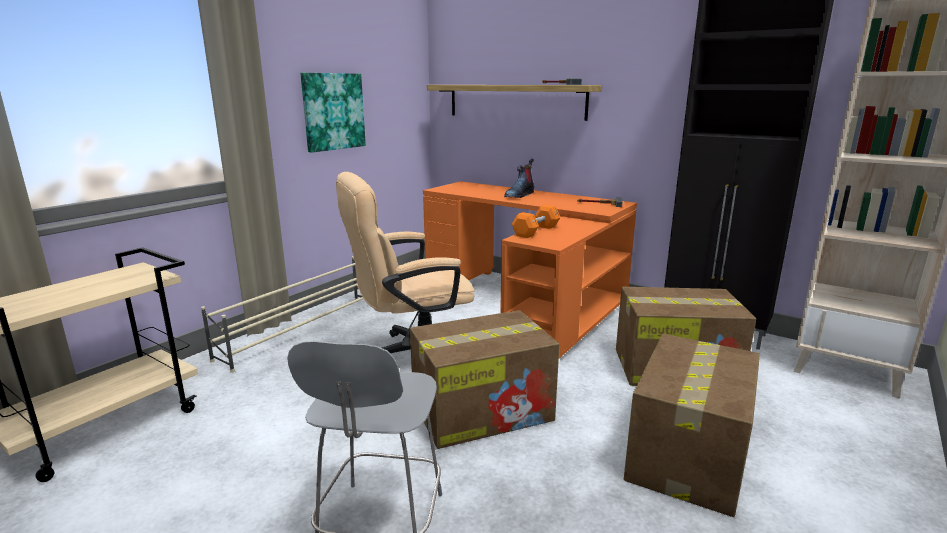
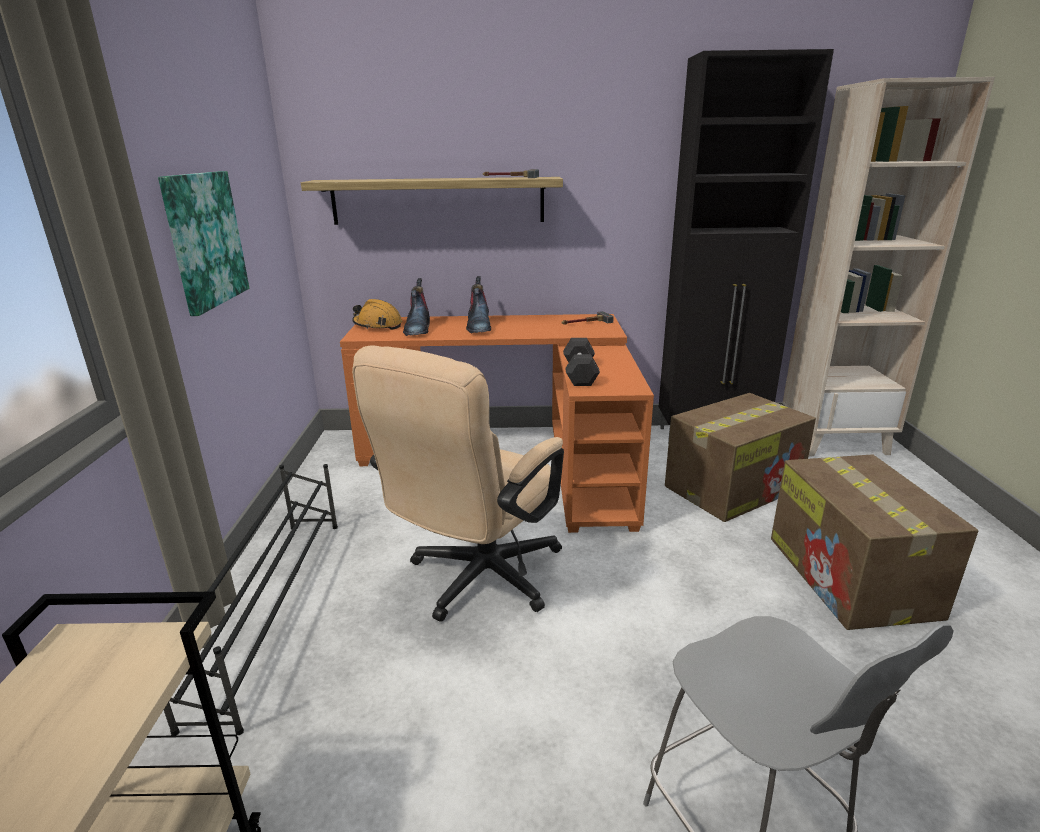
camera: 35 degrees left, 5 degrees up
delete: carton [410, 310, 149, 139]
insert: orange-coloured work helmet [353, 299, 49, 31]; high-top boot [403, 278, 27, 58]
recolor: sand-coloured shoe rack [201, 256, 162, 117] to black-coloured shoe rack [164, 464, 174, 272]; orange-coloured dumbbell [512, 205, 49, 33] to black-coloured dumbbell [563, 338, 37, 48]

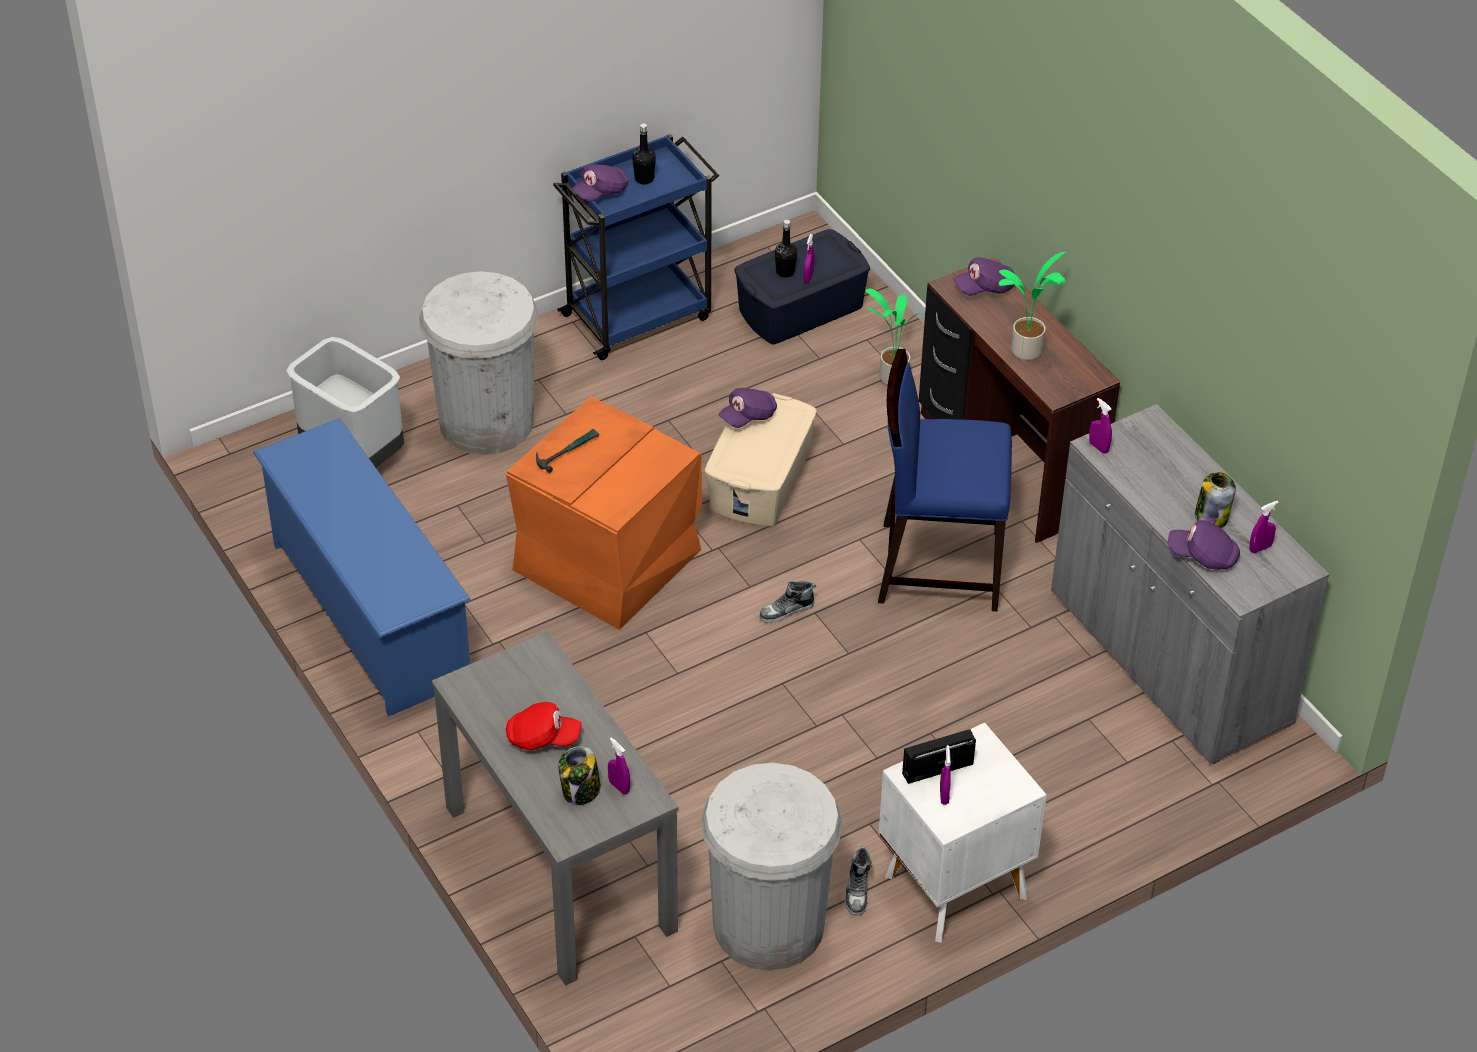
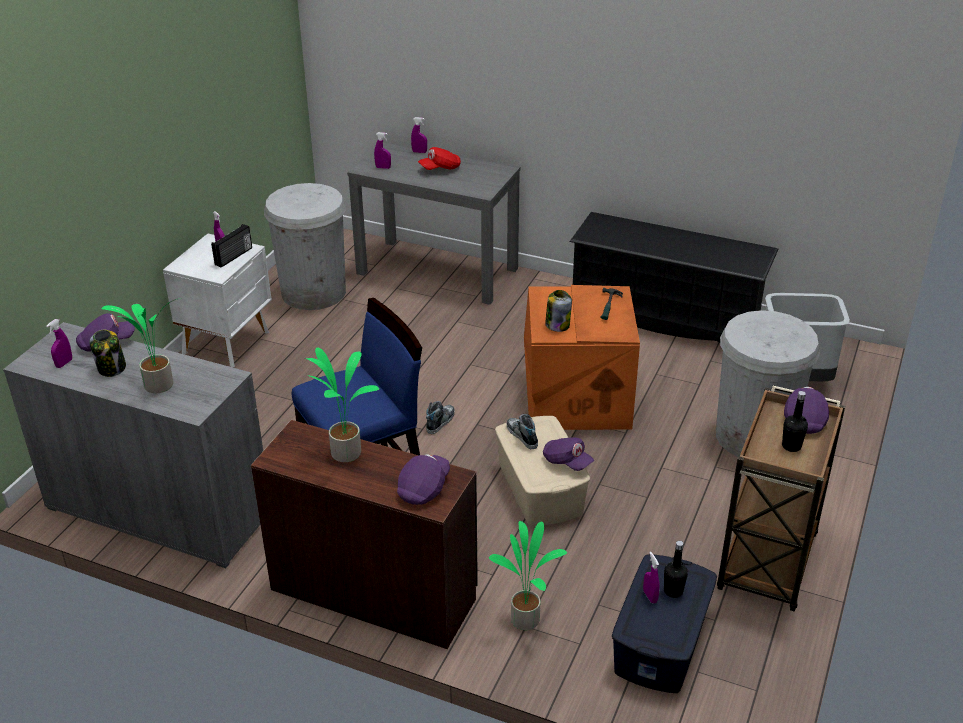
camera: 145 degrees right, 10 degrees down
insert: potted plant [101, 298, 80, 95]
move: purplish sprayer [1089, 398, 23, 56] to [411, 117, 16, 36]; shoe [845, 846, 27, 70] to [507, 414, 31, 35]; storage jar [558, 746, 43, 59] to [545, 290, 27, 42]
recolor: bluish shoe rack [253, 418, 218, 299] to black-coloured shoe rack [570, 212, 208, 131]; bluish trolley [553, 134, 166, 226] to brownish trolley [717, 385, 128, 227]
rotate: purplish baseball cap [718, 388, 59, 40] = [543, 438, 51, 33] 120 degrees clockwise

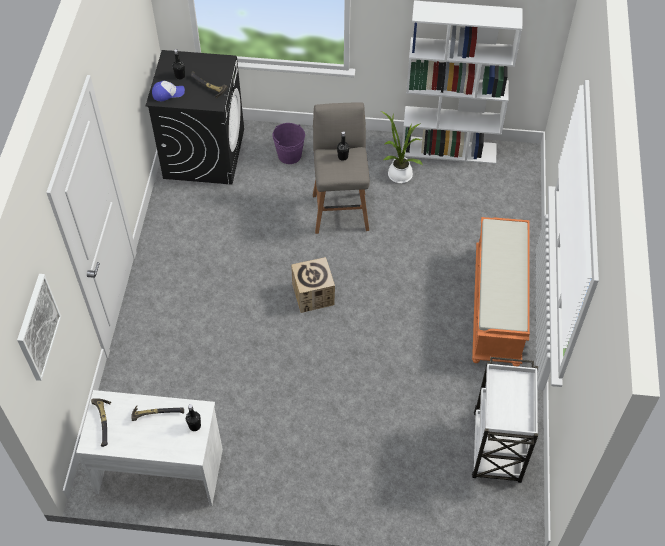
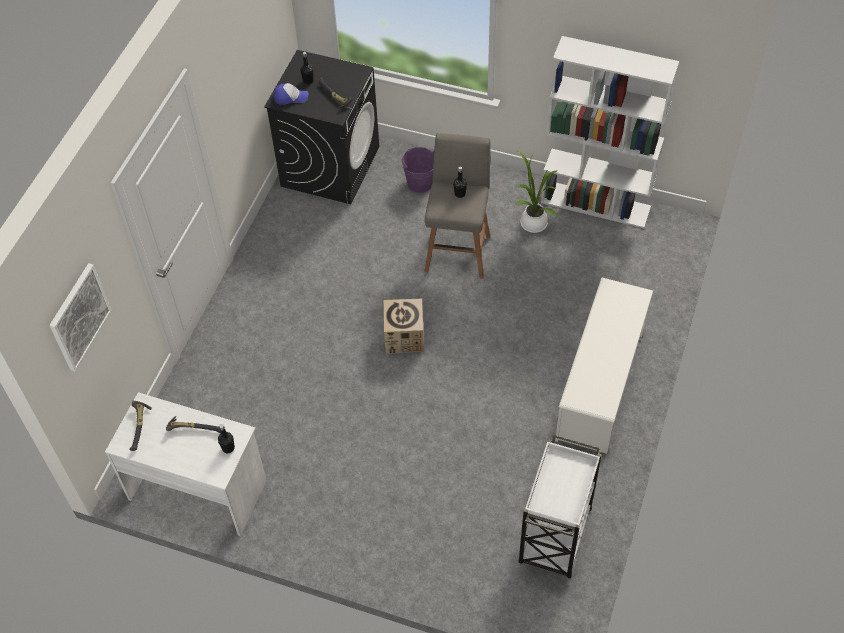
camera: 15 degrees right, 0 degrees up
replace: orange-coloured long seat [472, 217, 58, 149] to white shoe rack [555, 277, 98, 177]

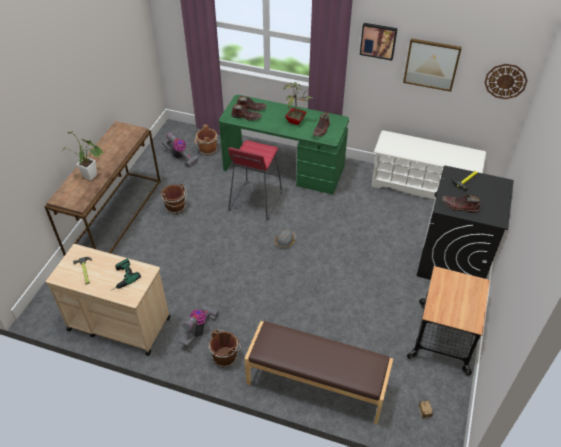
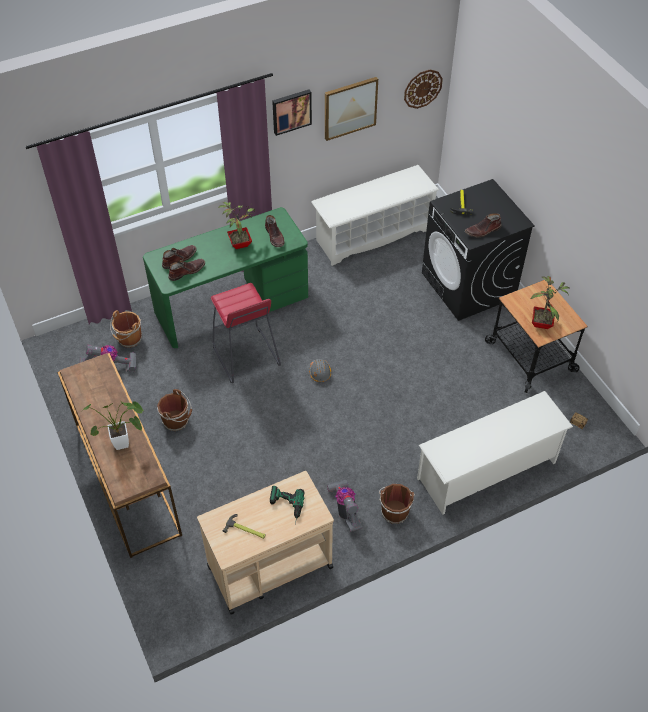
camera: 45 degrees left, 5 degrees up
insert: potted plant [530, 276, 40, 53]
replace: brownish long seat [244, 321, 149, 104] to white shoe rack [417, 391, 156, 124]

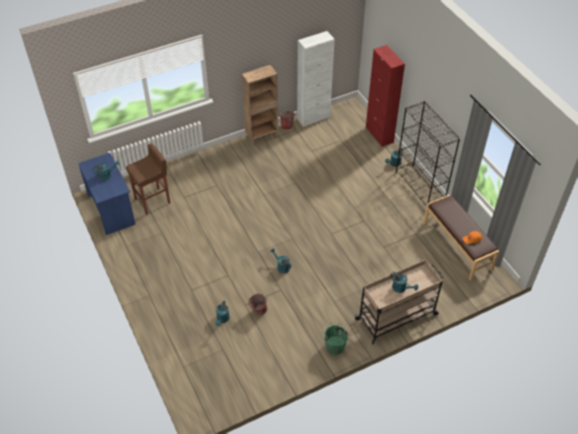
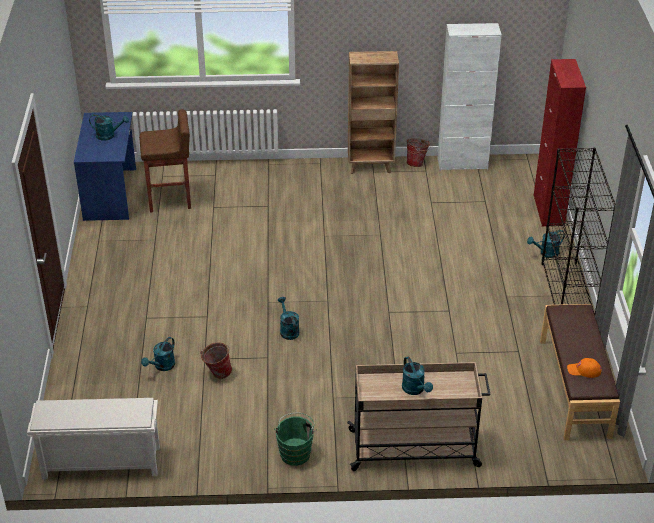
camera: 25 degrees right, 10 degrees down
insert: white shoe rack [27, 398, 133, 81]

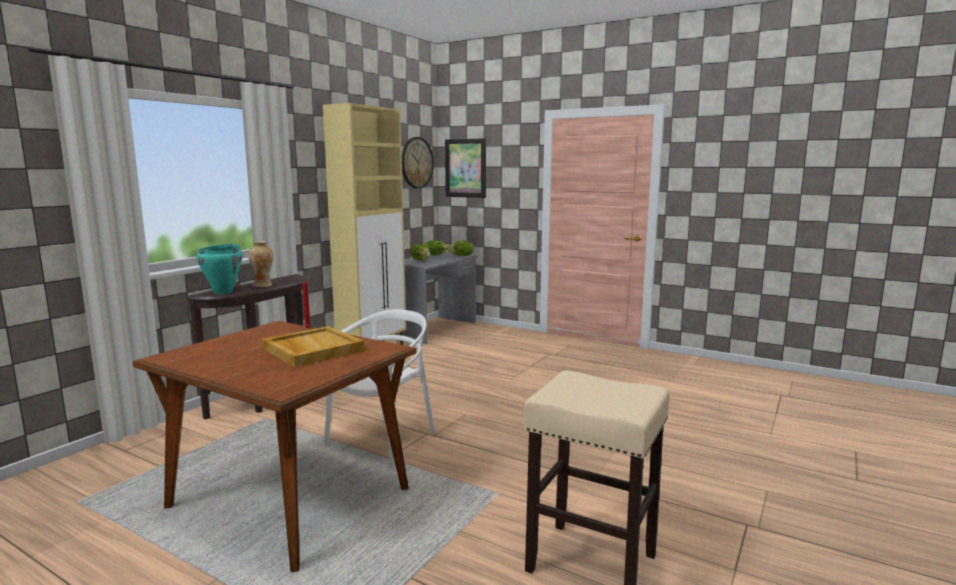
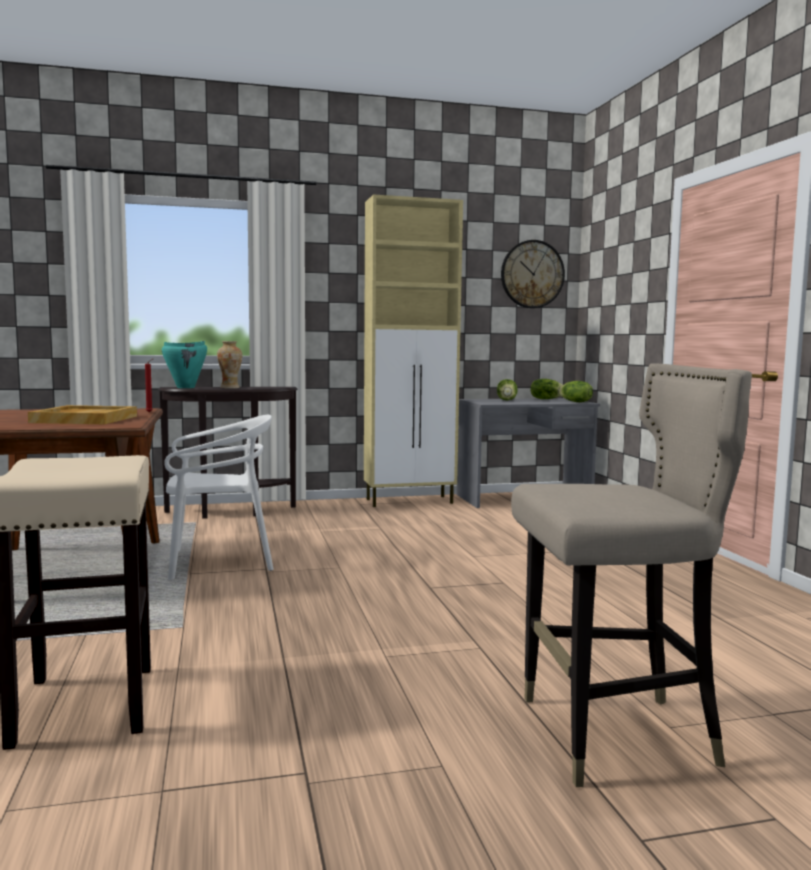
camera: 45 degrees right, 5 degrees down
delete: picture [445, 138, 41, 60]
insert: sand-coloured sitting stool [511, 363, 241, 424]

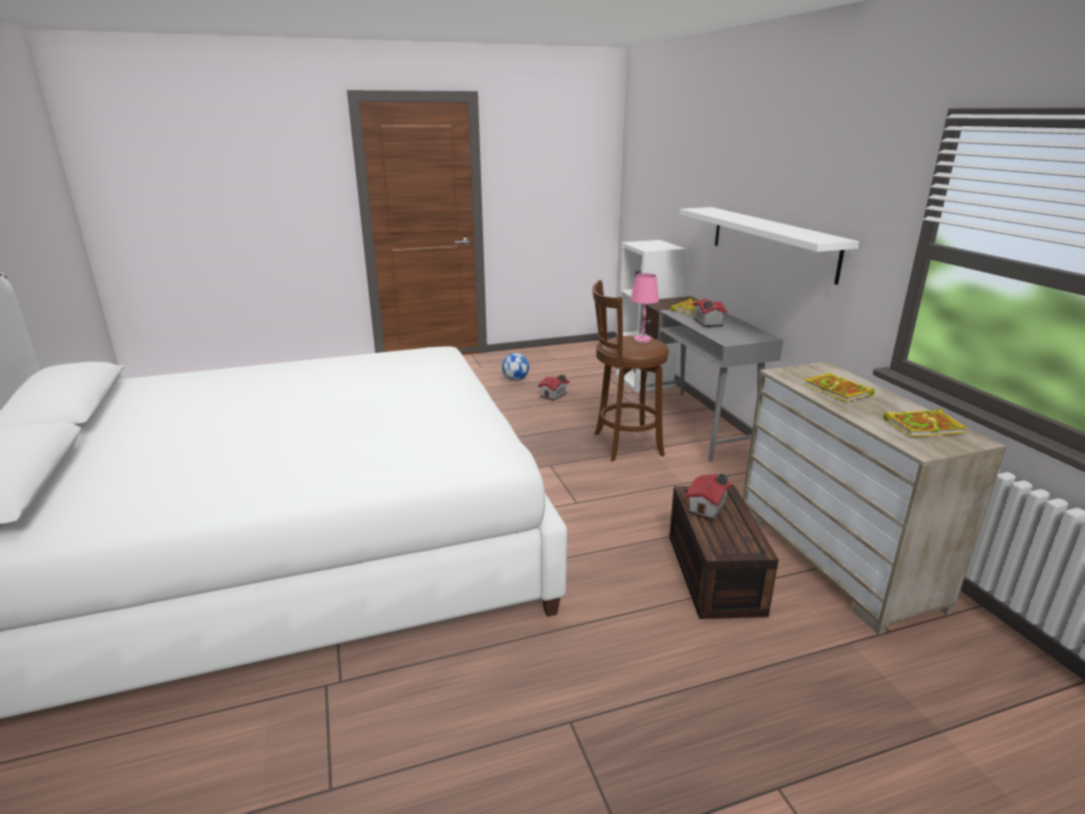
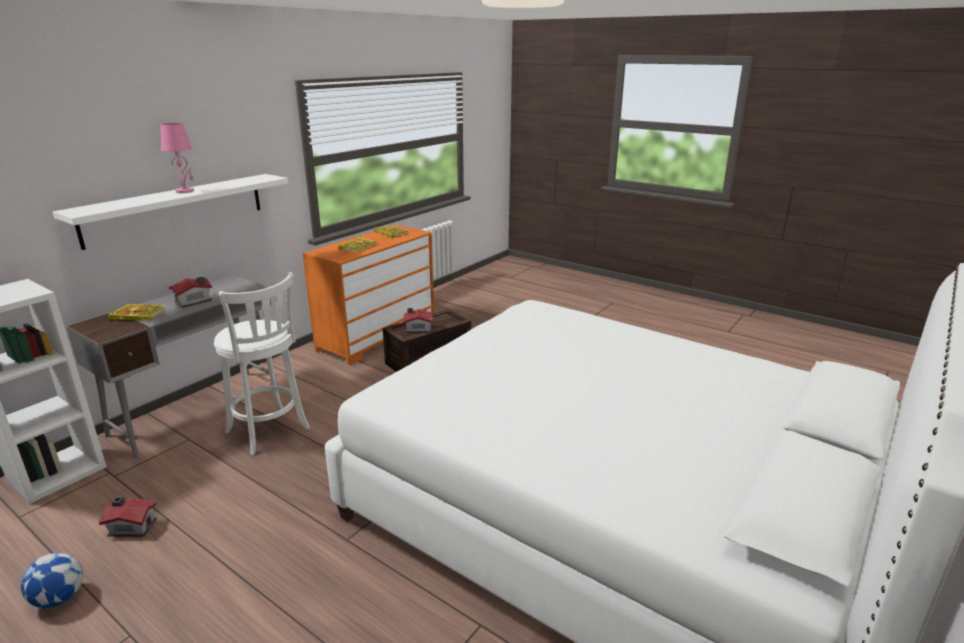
camera: 125 degrees left, 0 degrees up
move: pink-coloured tabletop lamp [631, 273, 28, 70] to [161, 123, 33, 70]
recolor: brownish sitting stool [592, 280, 77, 182] to white sitting stool [214, 272, 96, 183]; sand-coloured dresser [743, 362, 263, 273] to orange-coloured dresser [303, 225, 131, 140]

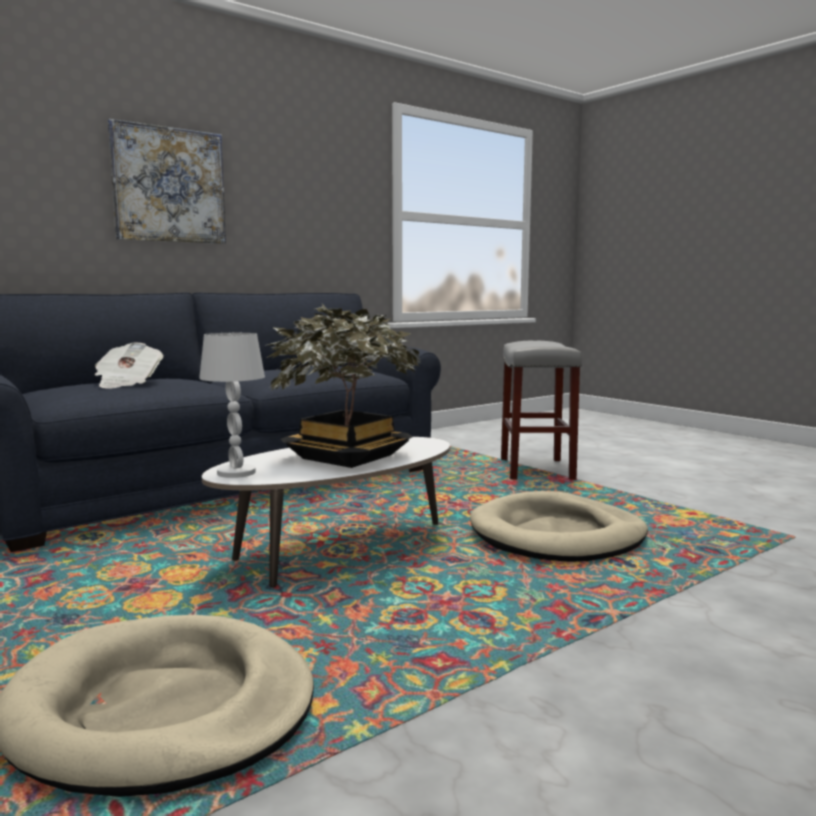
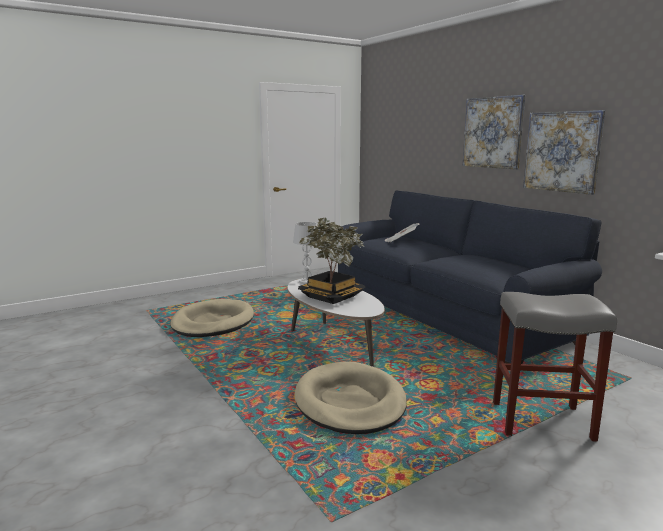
camera: 95 degrees right, 5 degrees up
insert: picture [523, 110, 82, 85]

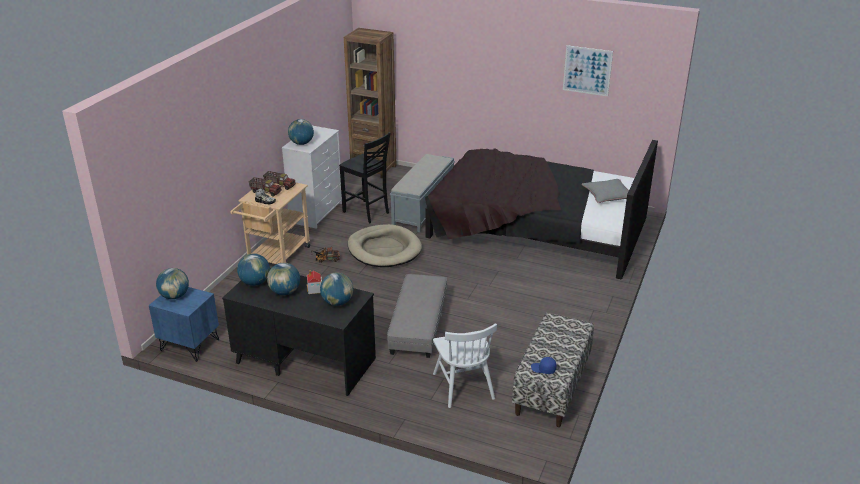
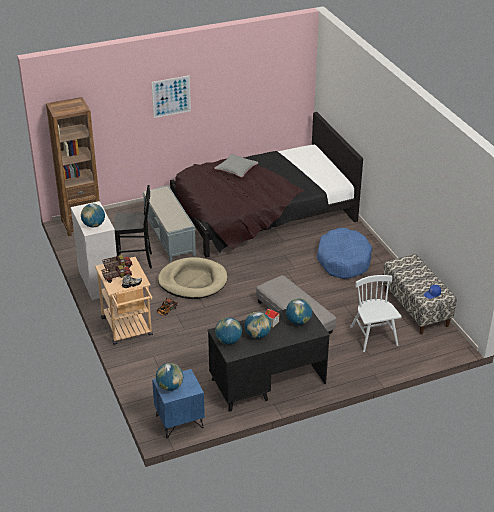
camera: 45 degrees left, 5 degrees up
insert: bluish dog cushion [317, 228, 55, 51]
move: picture [563, 45, 50, 51] to [152, 75, 39, 43]; greyish pillow [582, 179, 47, 24] to [214, 154, 45, 23]
rotate: white upright chair [433, 323, 64, 85] = [350, 275, 52, 77] 135 degrees counterclockwise

